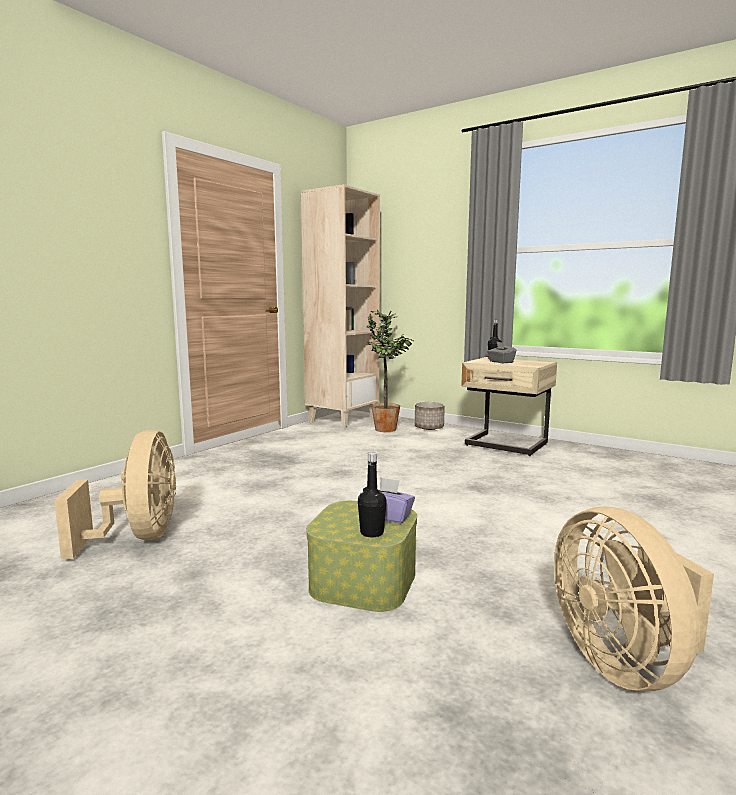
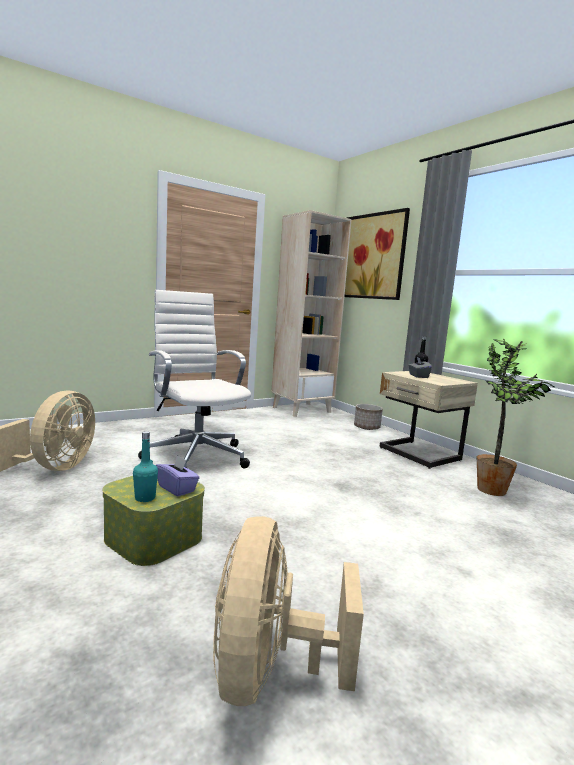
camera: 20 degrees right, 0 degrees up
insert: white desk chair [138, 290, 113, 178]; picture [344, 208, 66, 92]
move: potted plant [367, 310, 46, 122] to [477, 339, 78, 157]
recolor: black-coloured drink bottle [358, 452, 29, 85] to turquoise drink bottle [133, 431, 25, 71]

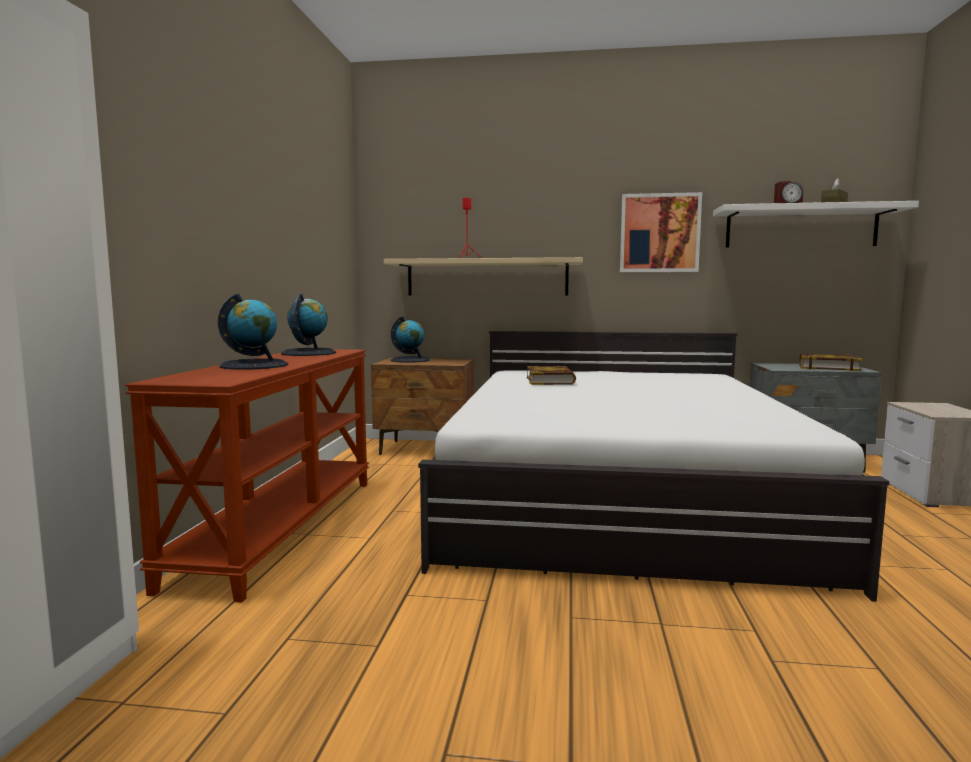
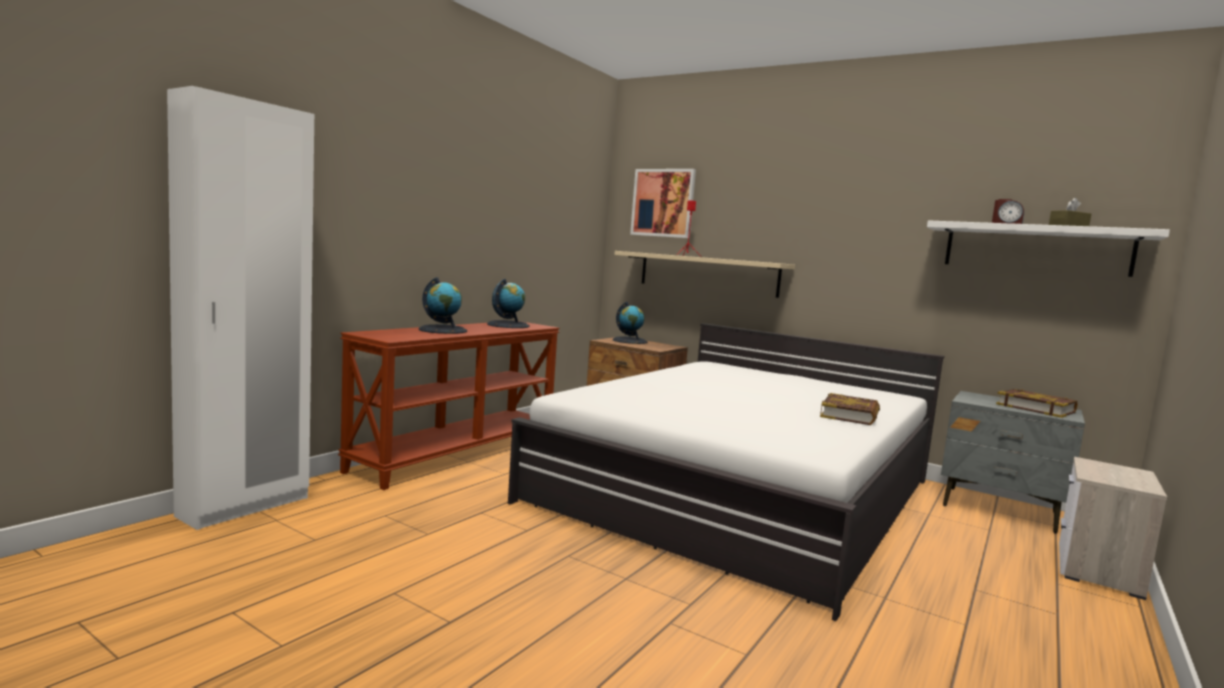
camera: 25 degrees right, 0 degrees up
move: picture [620, 192, 82, 80] to [630, 169, 66, 69]; book [527, 366, 49, 19] to [820, 393, 60, 32]

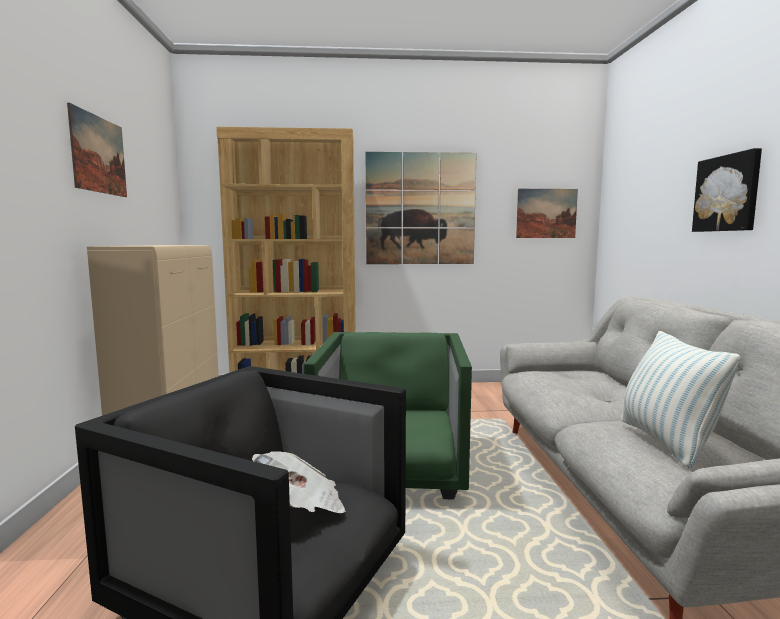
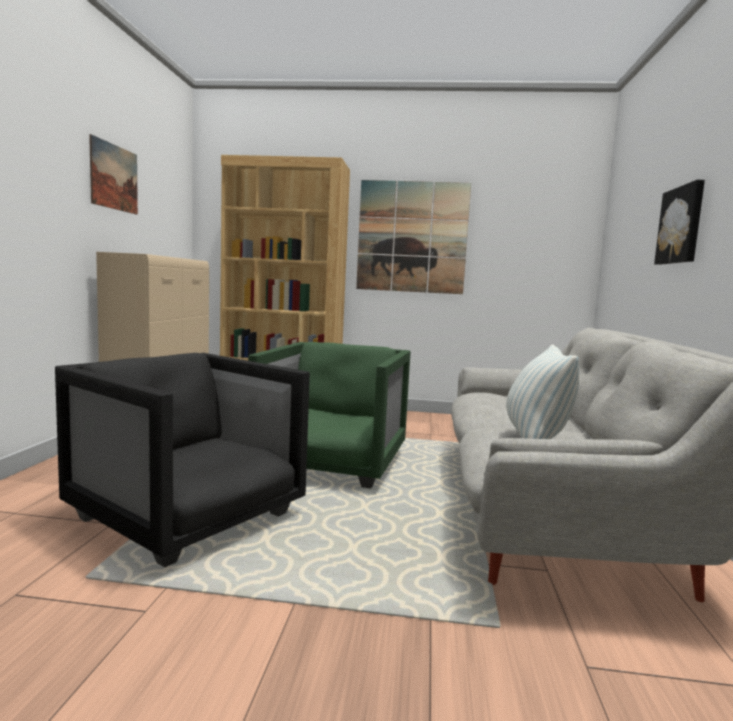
camera: 10 degrees right, 0 degrees up
delete: printed paper [252, 451, 94, 62]; picture [516, 189, 62, 49]

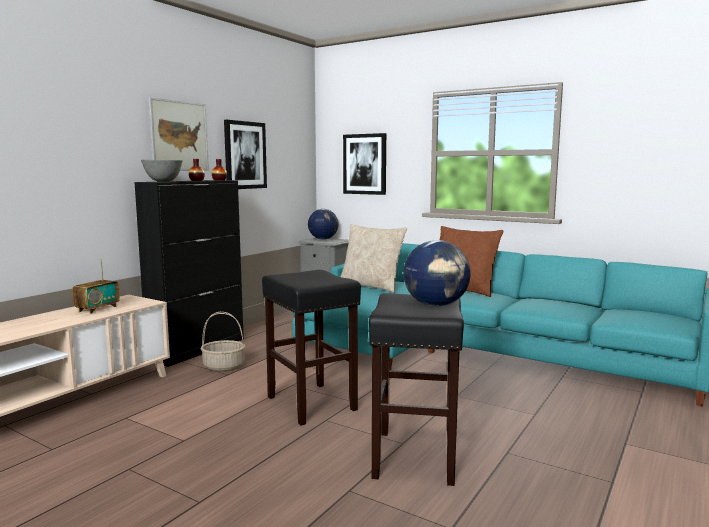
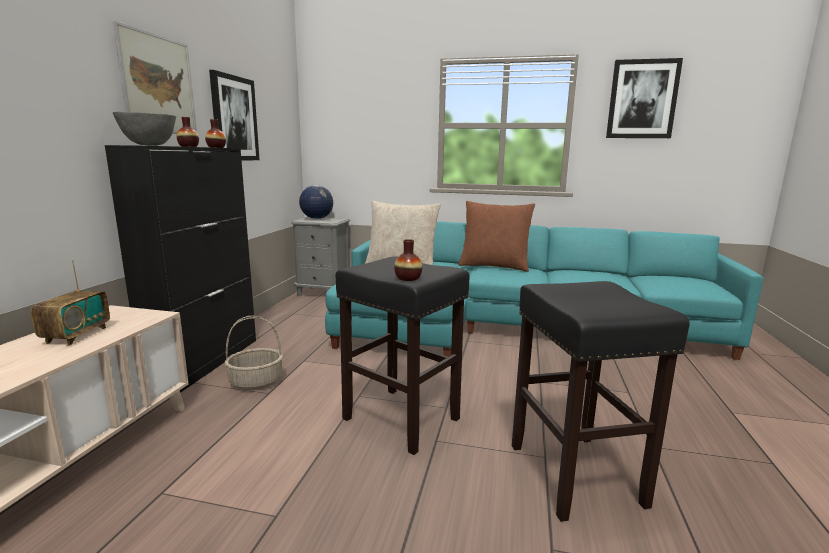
camera: 20 degrees left, 5 degrees up
delete: world globe [403, 240, 68, 67]
insert: vase [394, 239, 28, 42]
move: picture [343, 133, 43, 62] to [606, 58, 77, 80]

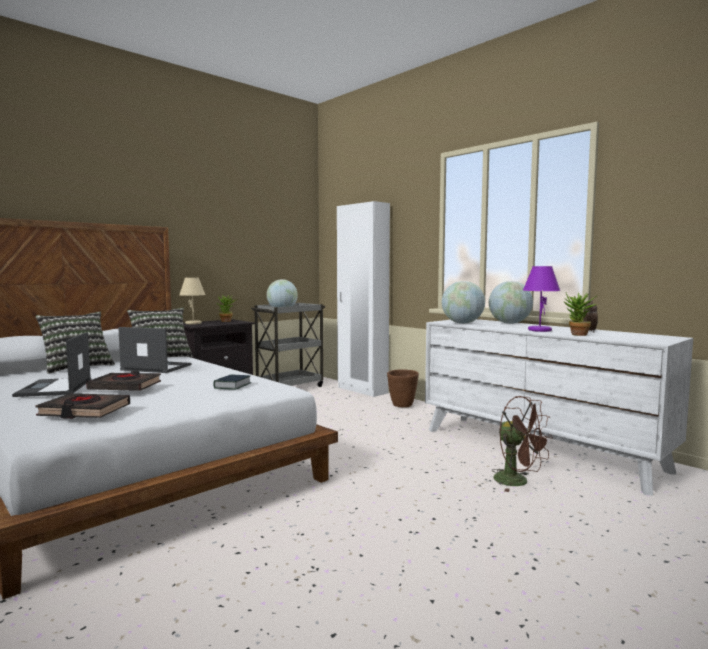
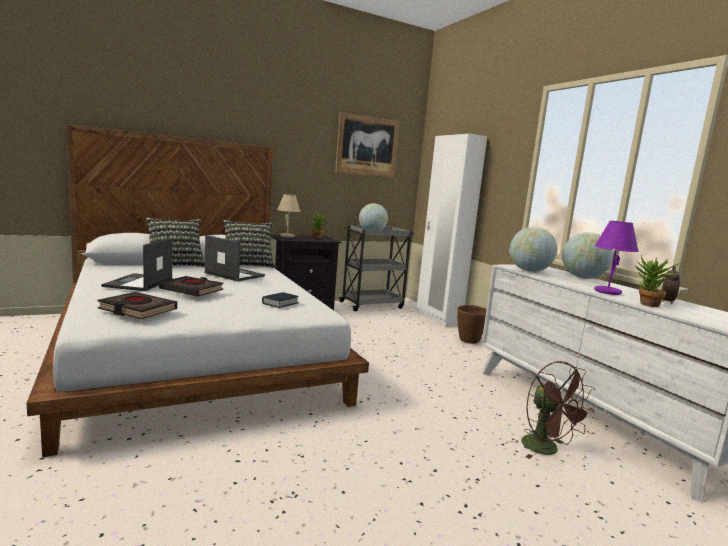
camera: 15 degrees right, 5 degrees up
insert: picture [335, 112, 65, 66]

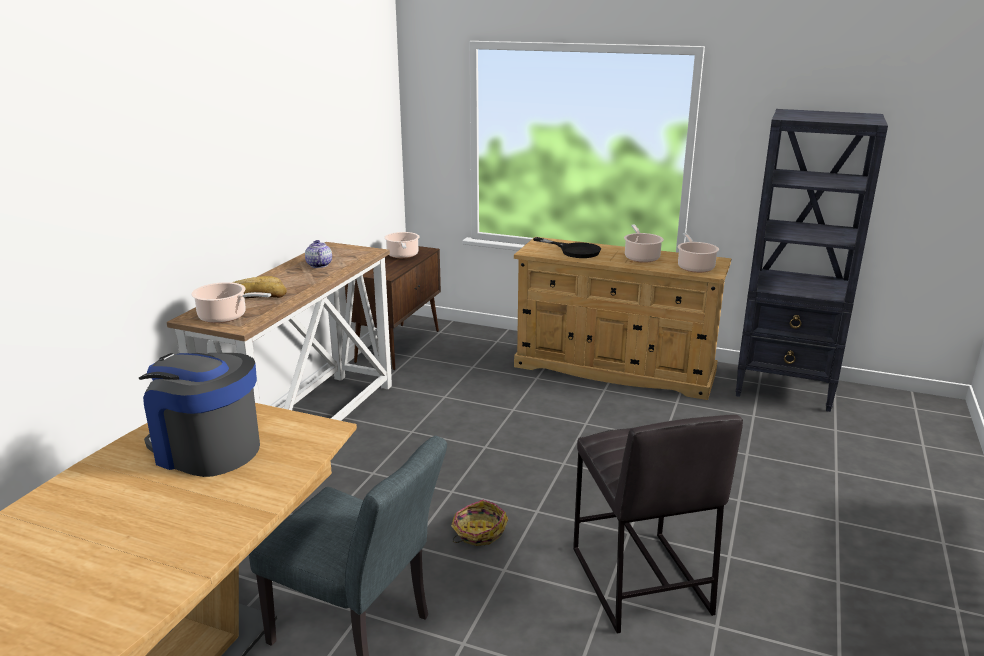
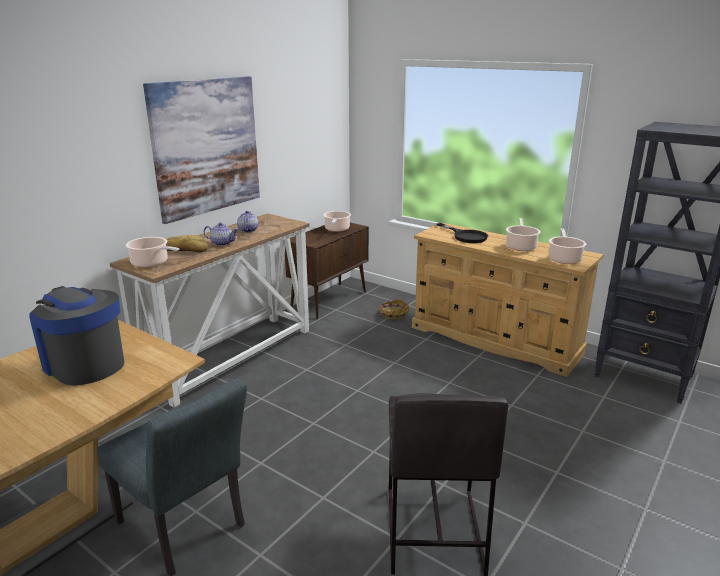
camera: 15 degrees right, 0 degrees up
insert: picture [143, 76, 117, 148]; teapot [203, 222, 36, 24]
move: household basket [451, 500, 57, 46] to [377, 299, 33, 21]

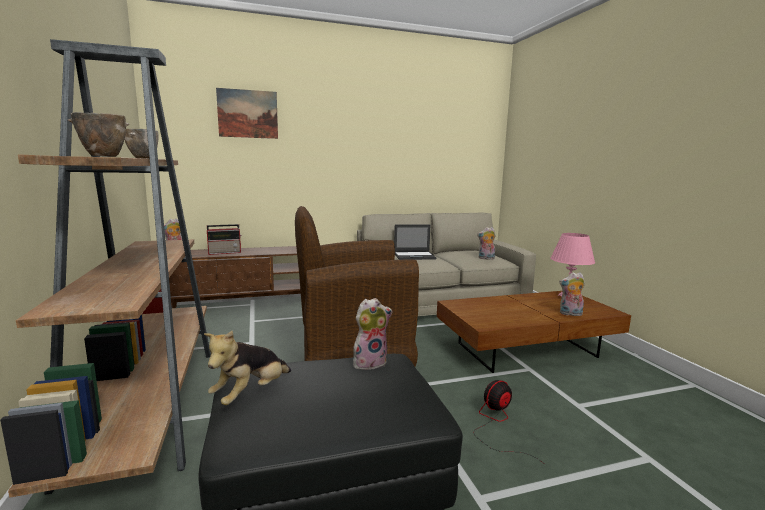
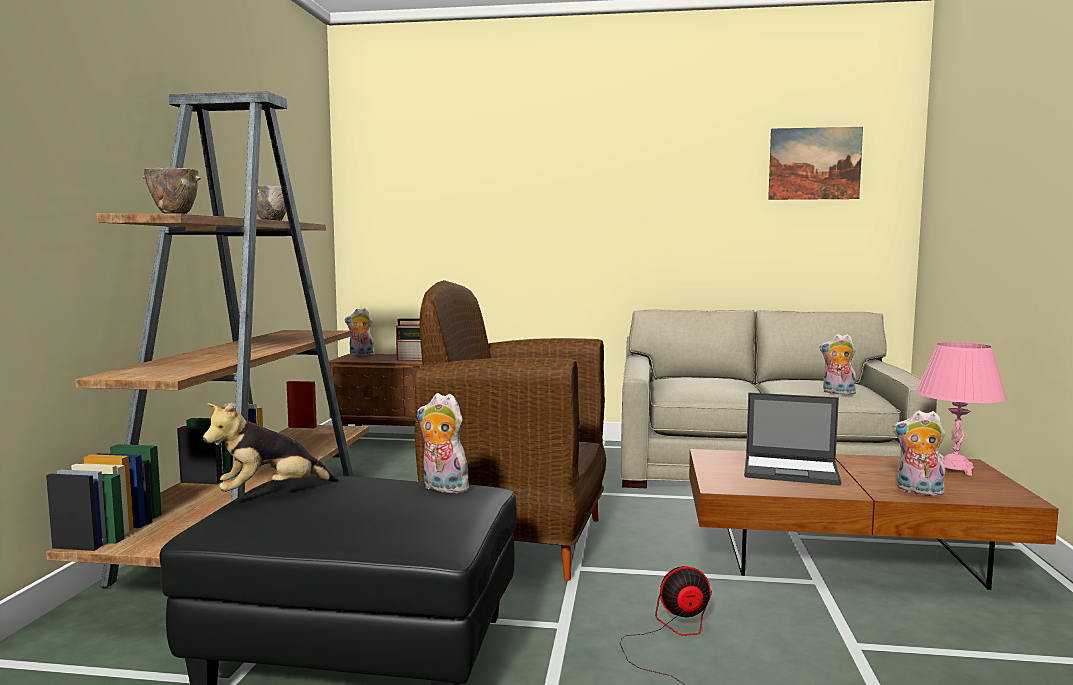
camera: 25 degrees right, 5 degrees down
move: laptop [394, 225, 42, 35] to [744, 393, 98, 93]; picture [216, 88, 62, 51] to [768, 127, 95, 73]
rotate: plush toy [353, 298, 40, 72] = [417, 393, 58, 100] 150 degrees counterclockwise

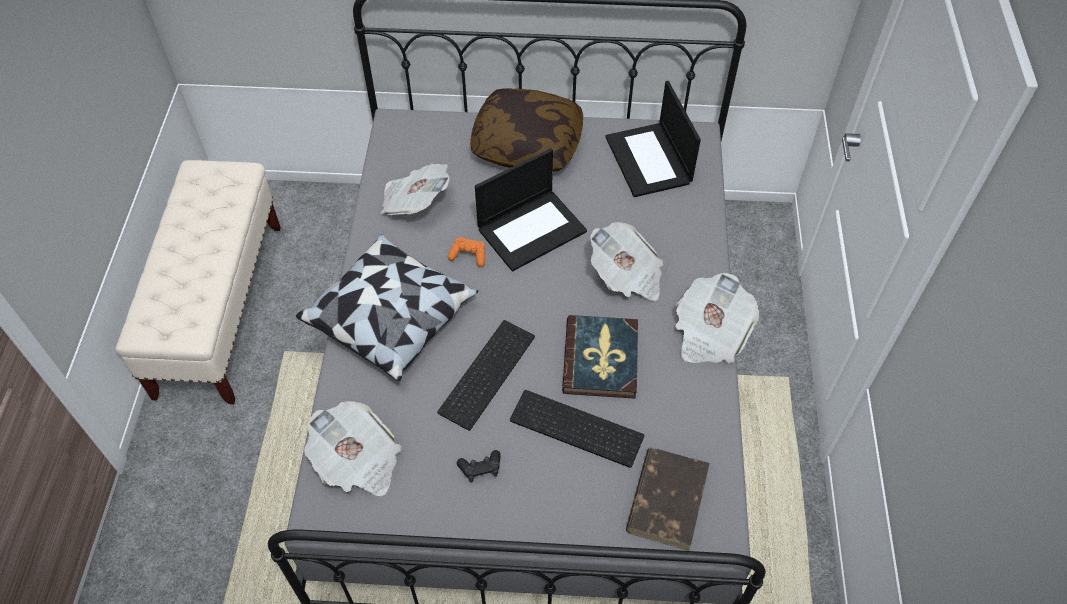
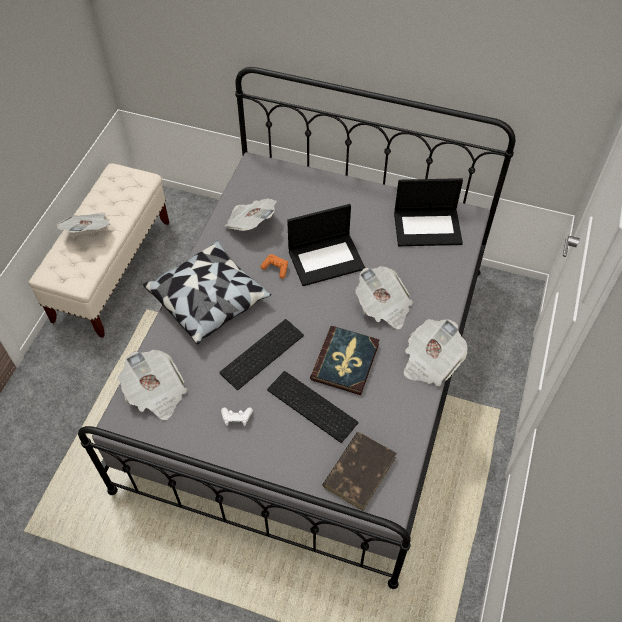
camera: 15 degrees right, 0 degrees up
delete: pillow [470, 89, 113, 83]
insert: printed paper [57, 212, 53, 21]
recolor: black-coloured game controller [457, 450, 44, 33] to white game controller [221, 407, 32, 19]
rotate: laptop [606, 81, 95, 116] = [394, 178, 69, 68] 90 degrees counterclockwise

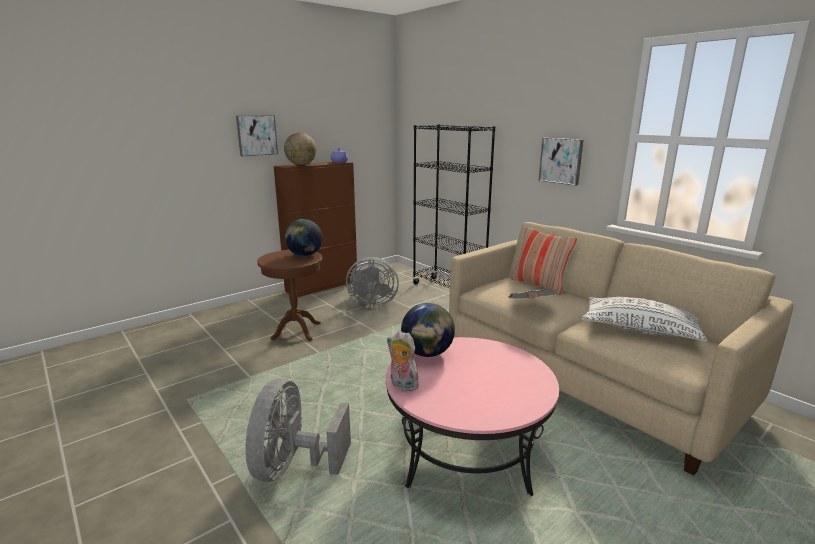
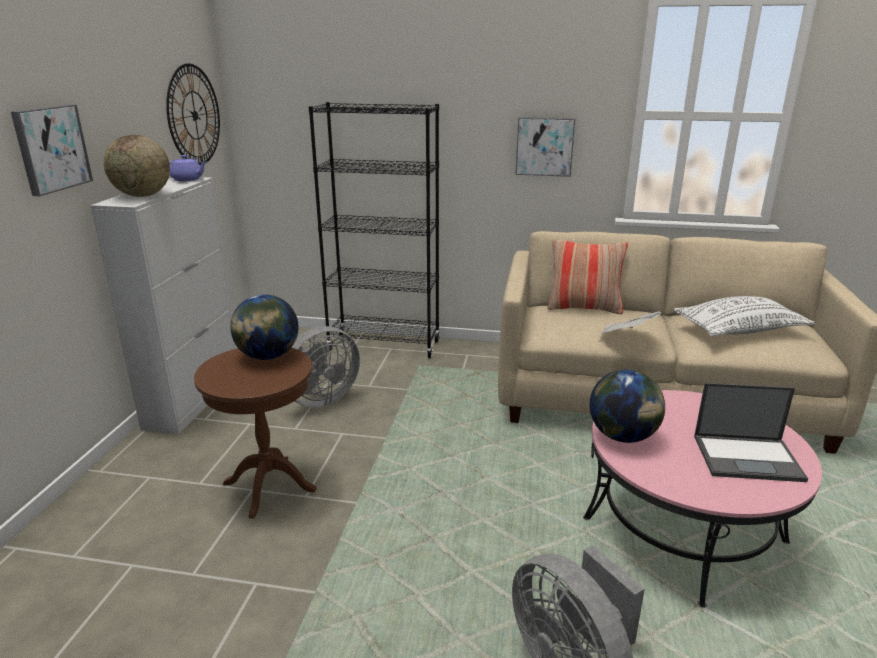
camera: 40 degrees left, 5 degrees up
delete: plush toy [387, 331, 32, 60]
insert: wall clock [166, 63, 54, 102]; laptop [694, 383, 114, 99]
recolor: brownish storage cabinet [274, 161, 83, 136] to white storage cabinet [90, 177, 147, 257]

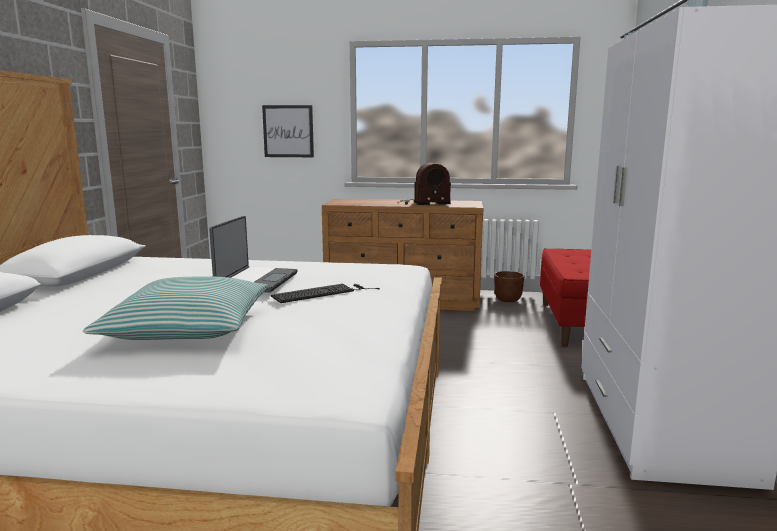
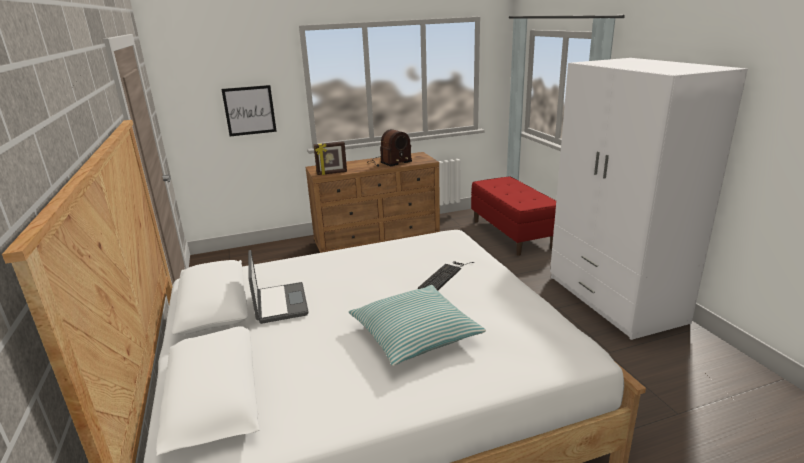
camera: 25 degrees left, 10 degrees up
delete: brownish flower pot [494, 271, 31, 31]
insert: standing frame [314, 141, 33, 34]
move: laptop [209, 216, 89, 77] to [248, 250, 61, 74]

